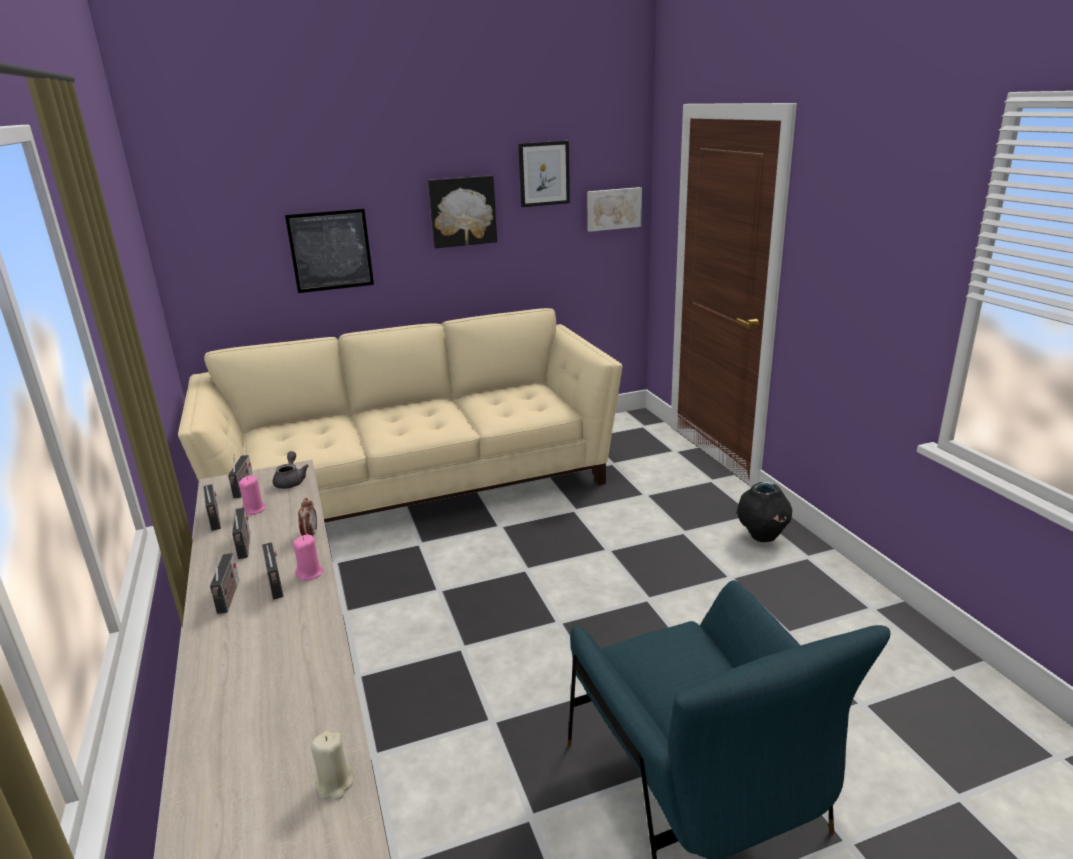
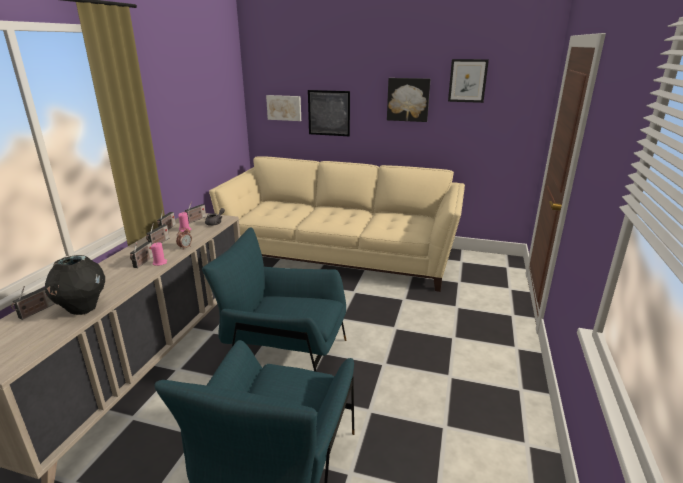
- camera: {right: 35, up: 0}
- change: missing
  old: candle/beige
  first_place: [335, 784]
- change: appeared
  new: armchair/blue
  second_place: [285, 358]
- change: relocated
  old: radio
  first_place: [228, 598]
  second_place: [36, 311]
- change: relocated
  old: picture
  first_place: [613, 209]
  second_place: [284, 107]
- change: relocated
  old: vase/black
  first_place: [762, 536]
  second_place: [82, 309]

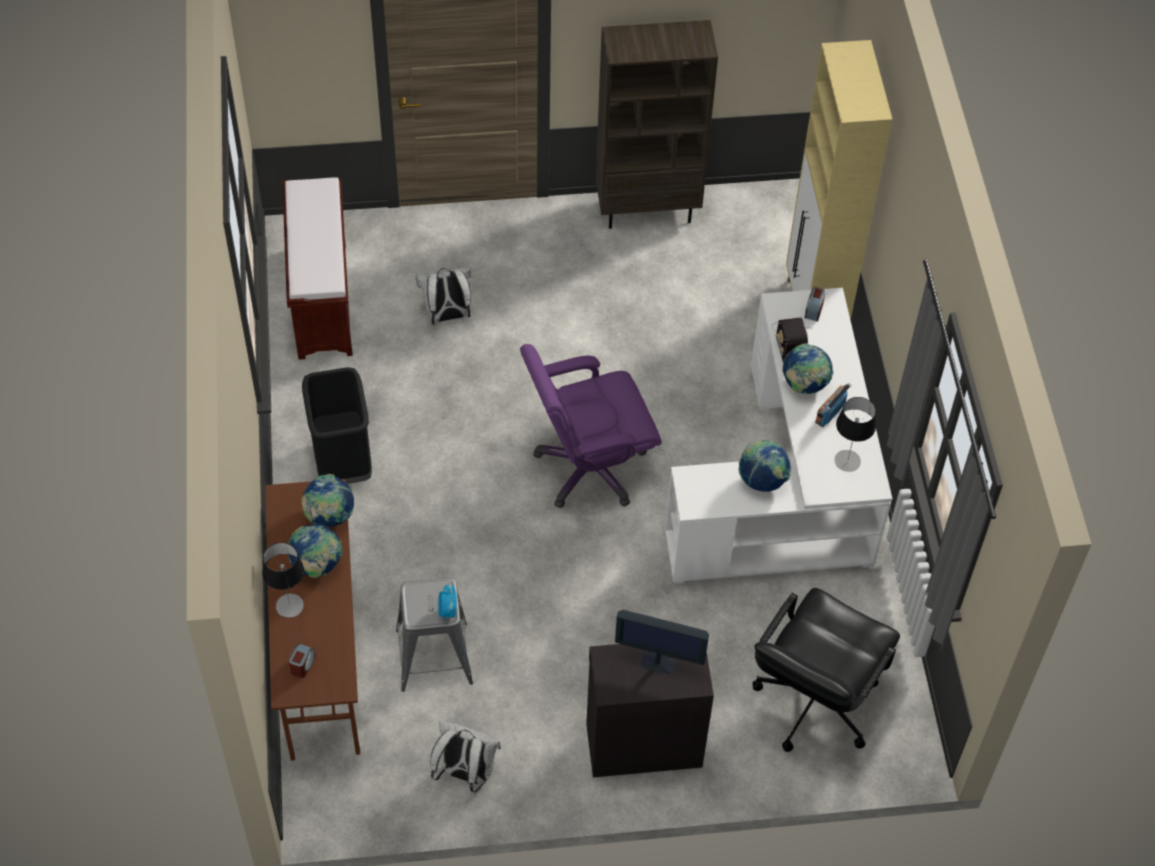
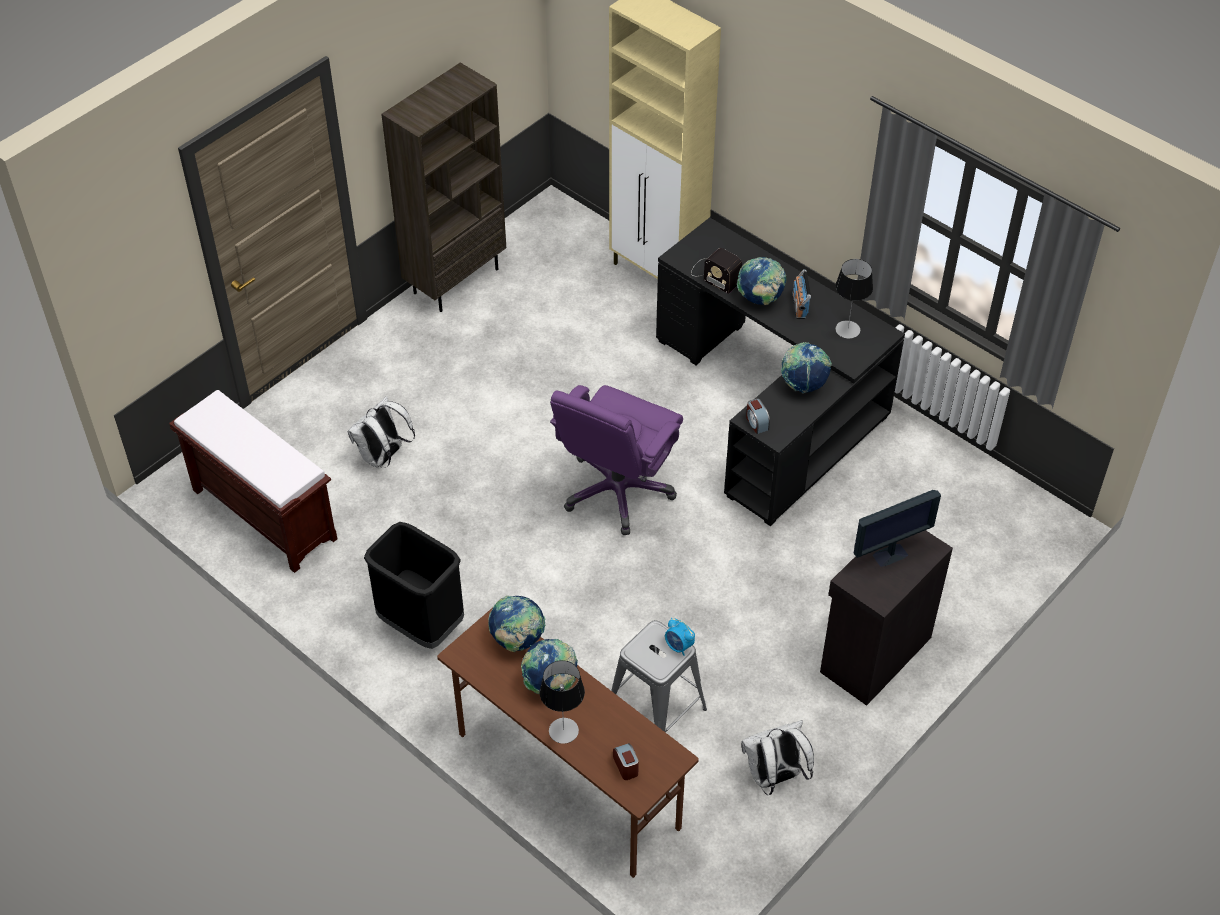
- camera: {right: -40, up: -5}
- change: missing
  old: office chair/black
  first_place: [814, 703]
- change: relocated
  old: alarm clock
  first_place: [813, 310]
  second_place: [756, 423]
- change: colour
  old: desk/white
  new: desk/black
  first_place: [788, 489]
  second_place: [774, 405]

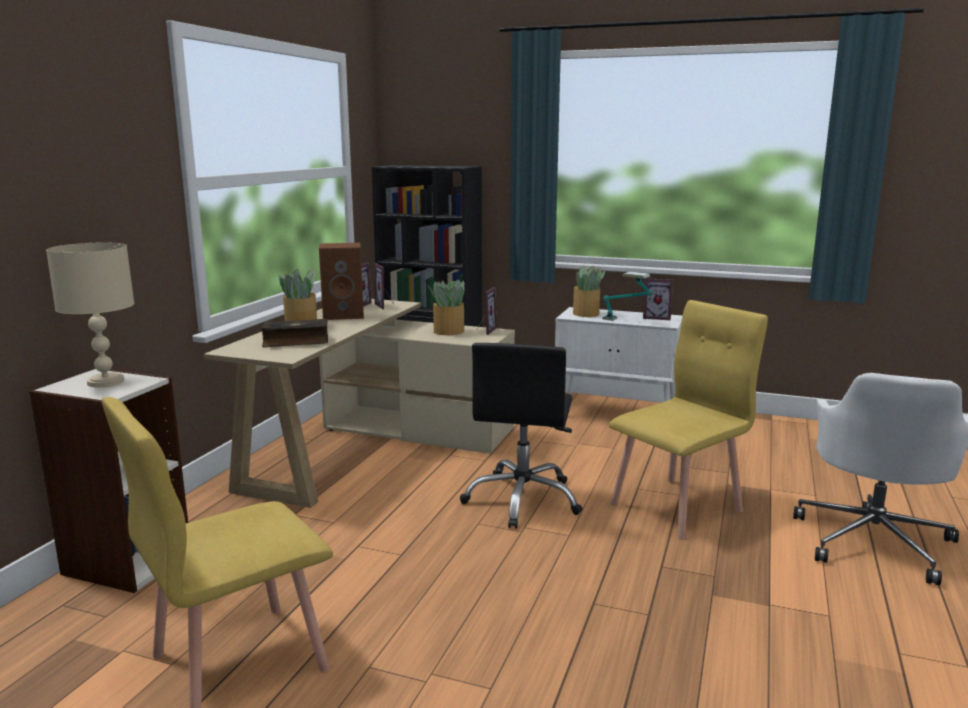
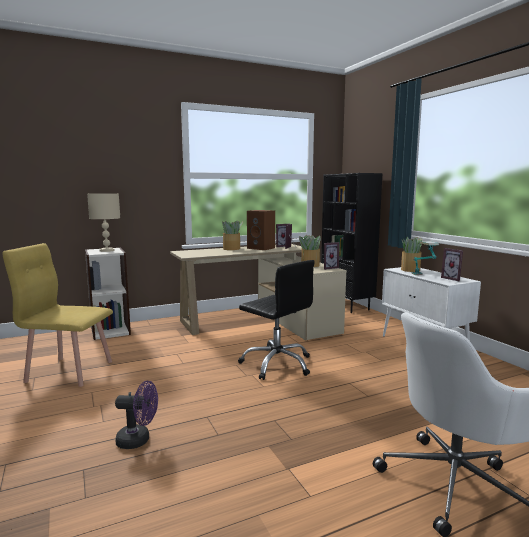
- camera: {right: 45, up: -5}
- change: missing
  old: book
  first_place: [295, 341]
- change: missing
  old: chair/yellow
  first_place: [677, 507]
- change: appeared
  new: fan/purple
  second_place: [138, 440]
- change: spun
  old: office chair/black
  first_place: [523, 499]
  second_place: [277, 364]
  degrees: -105

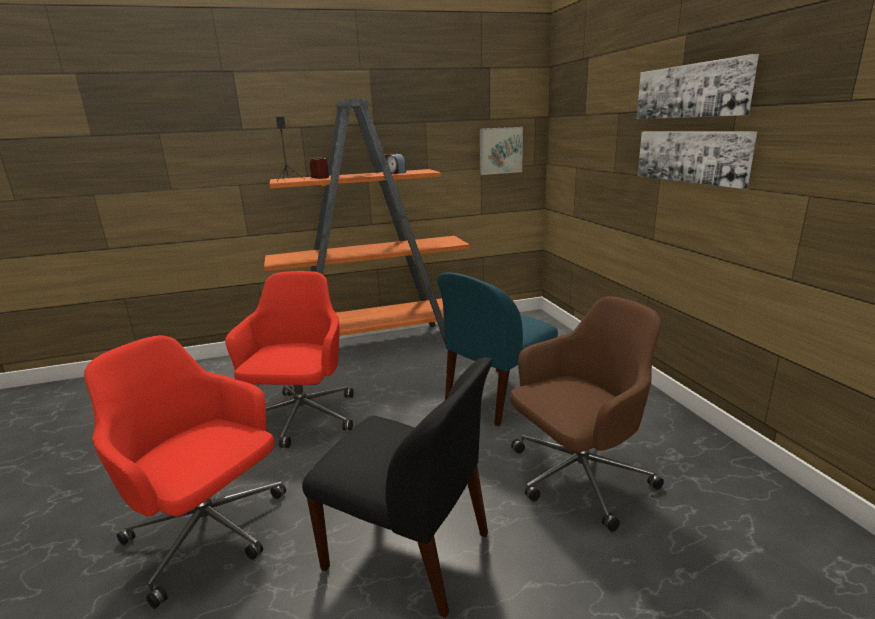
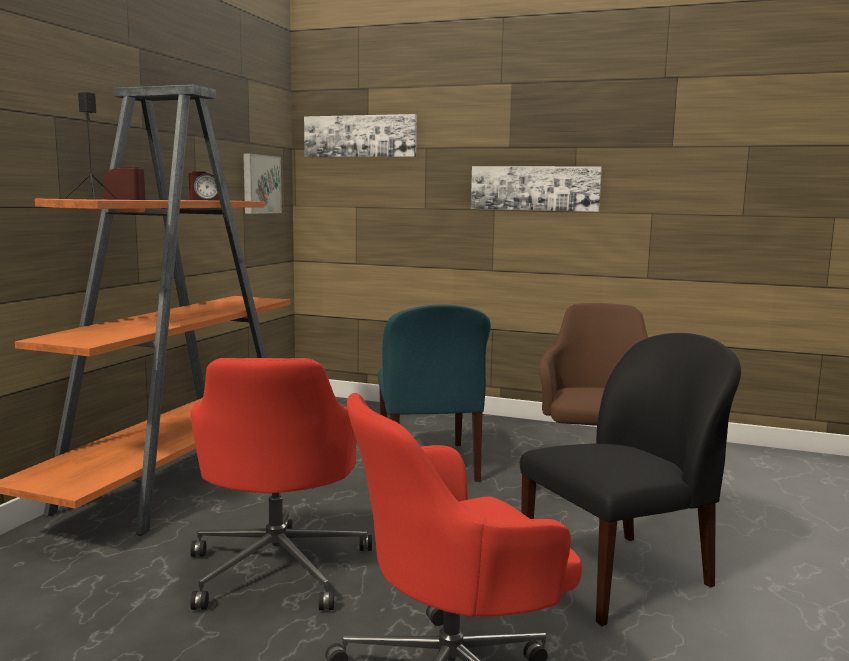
- camera: {right: -55, up: -10}
- change: relocated
  old: picture
  first_place: [691, 91]
  second_place: [360, 136]
- change: spun
  old: office chair/red
  first_place: [301, 419]
  second_place: [279, 567]
  degrees: -135

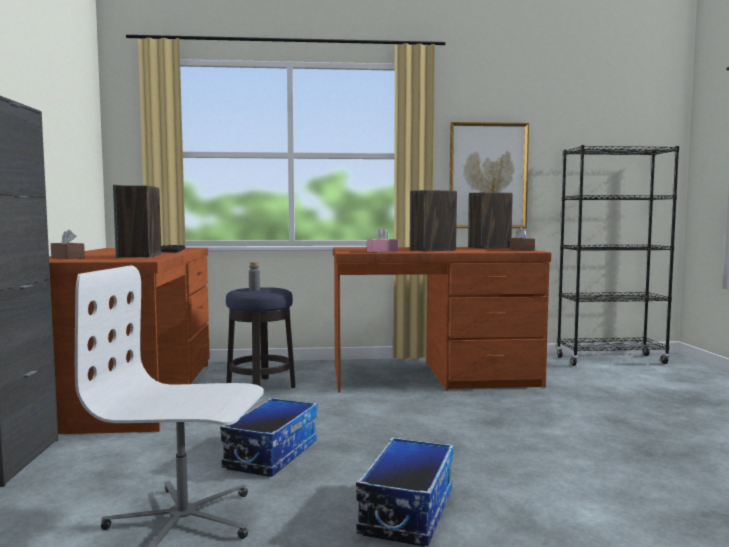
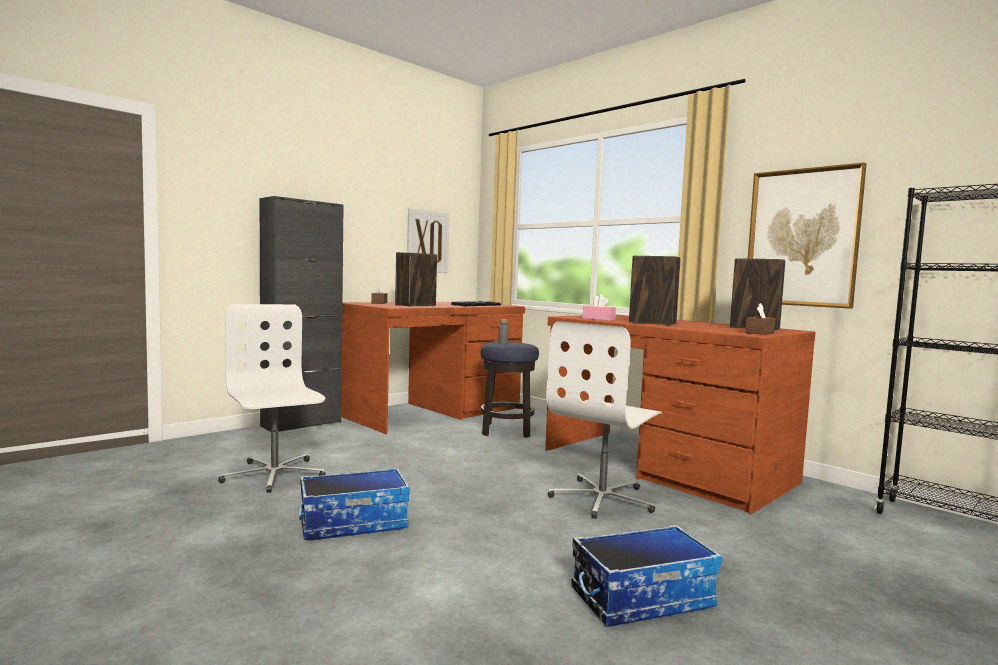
- camera: {right: 50, up: 0}
- change: appeared
  new: picture
  second_place: [428, 241]
- change: appeared
  new: office chair/white
  second_place: [603, 499]
- change: relocated
  old: storage box
  first_place: [271, 454]
  second_place: [642, 598]

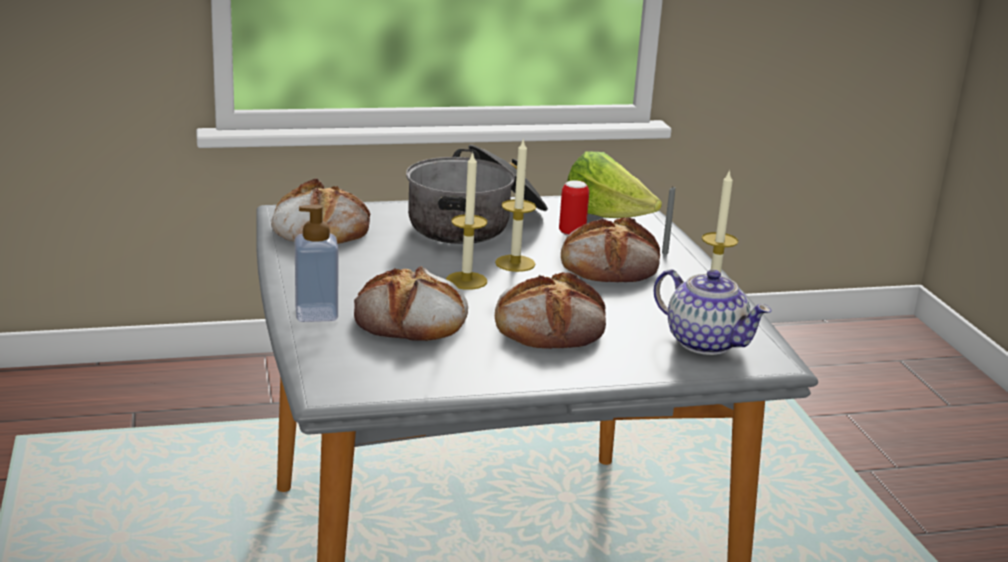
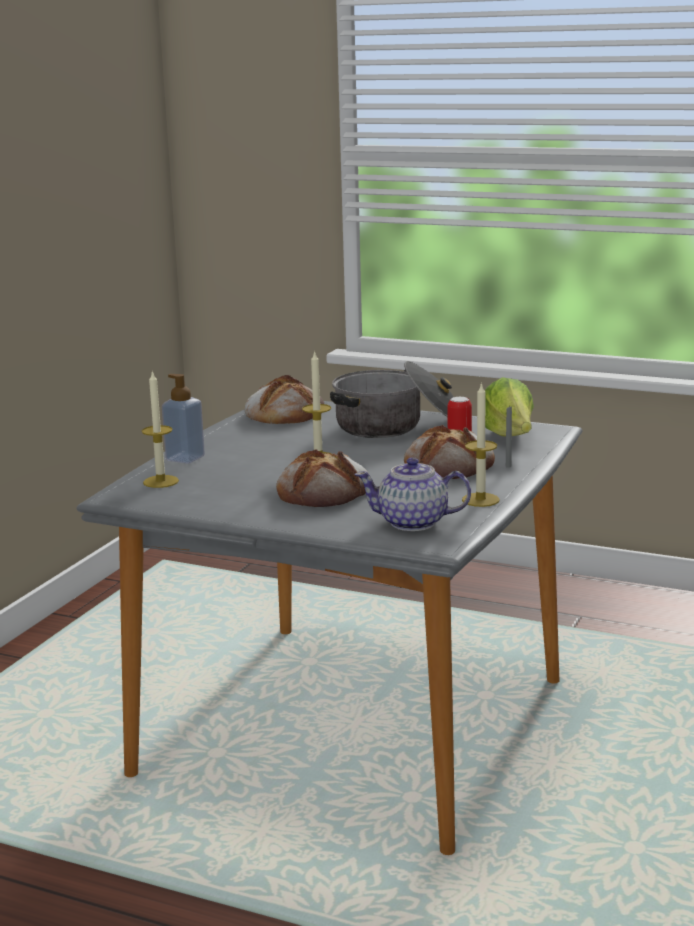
- camera: {right: 40, up: -5}
- change: missing
  old: bread
  first_place: [412, 318]
- change: relocated
  old: candle
  first_place: [515, 263]
  second_place: [161, 481]
- change: spun
  old: teapot
  first_place: [704, 342]
  second_place: [413, 523]
  degrees: 105

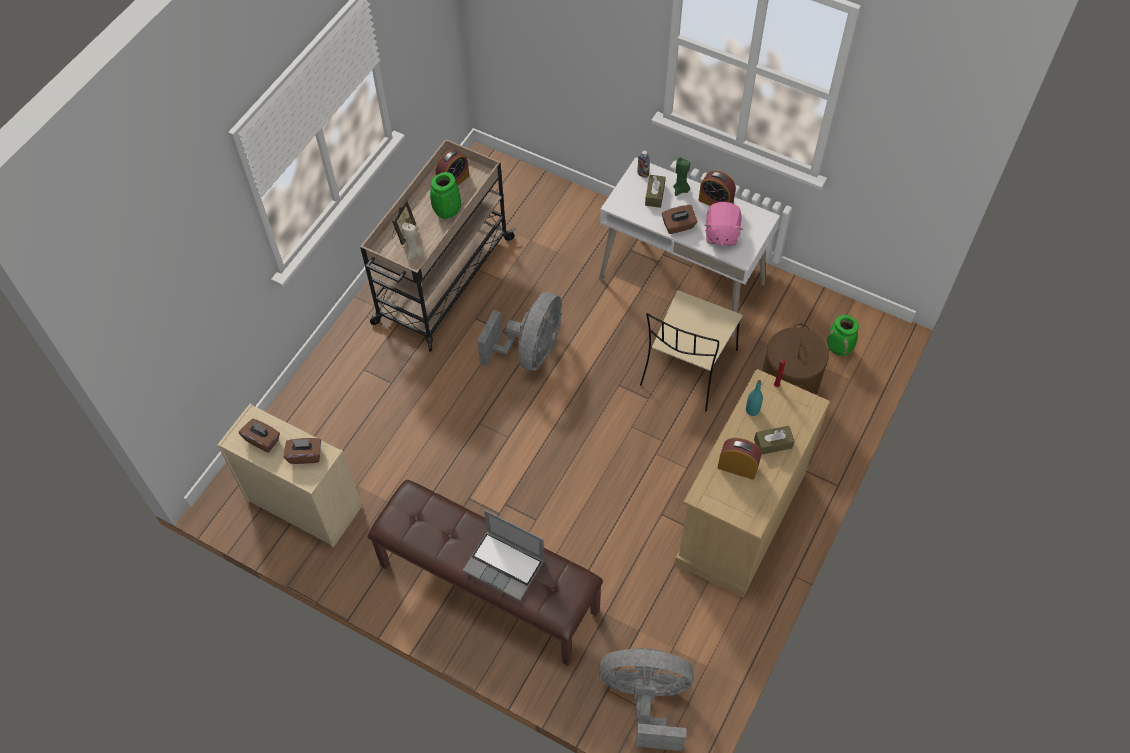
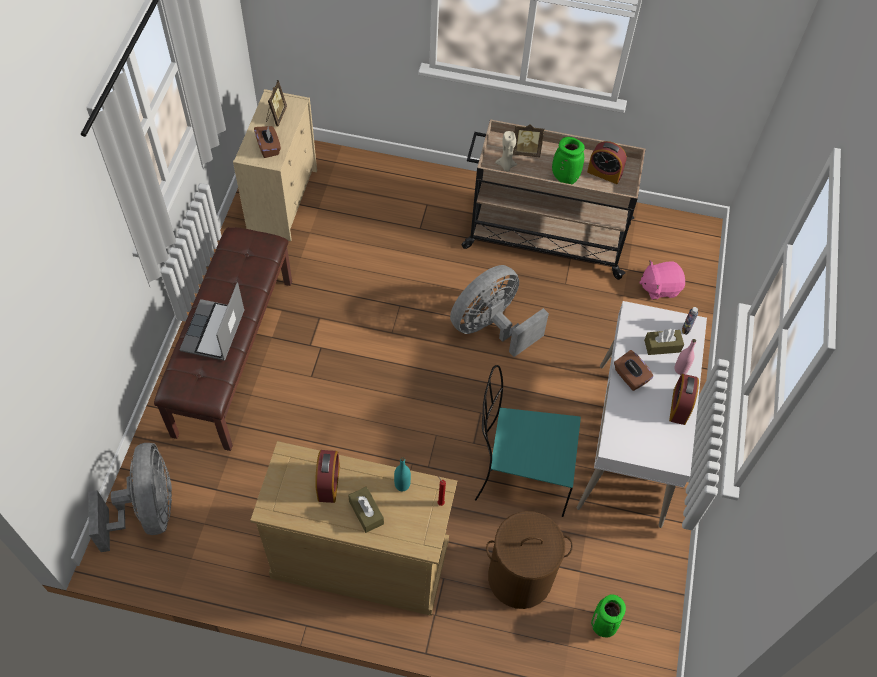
- camera: {right: 70, up: 0}
- change: relocated
  old: plush toy/pink
  first_place: [721, 234]
  second_place: [659, 287]
- change: exchanged
  old: tissue box/brown
  new: picture frame
  first_place: [262, 440]
  second_place: [276, 116]
- change: exchanged
  old: candle/green
  new: bottle/pink
  first_place: [681, 190]
  second_place: [680, 369]
- change: colour
  old: chair/beige
  new: chair/turquoise
  first_place: [687, 370]
  second_place: [520, 472]
- change: spun
  old: fan/grey
  first_place: [530, 352]
  second_place: [491, 327]
  degrees: 135

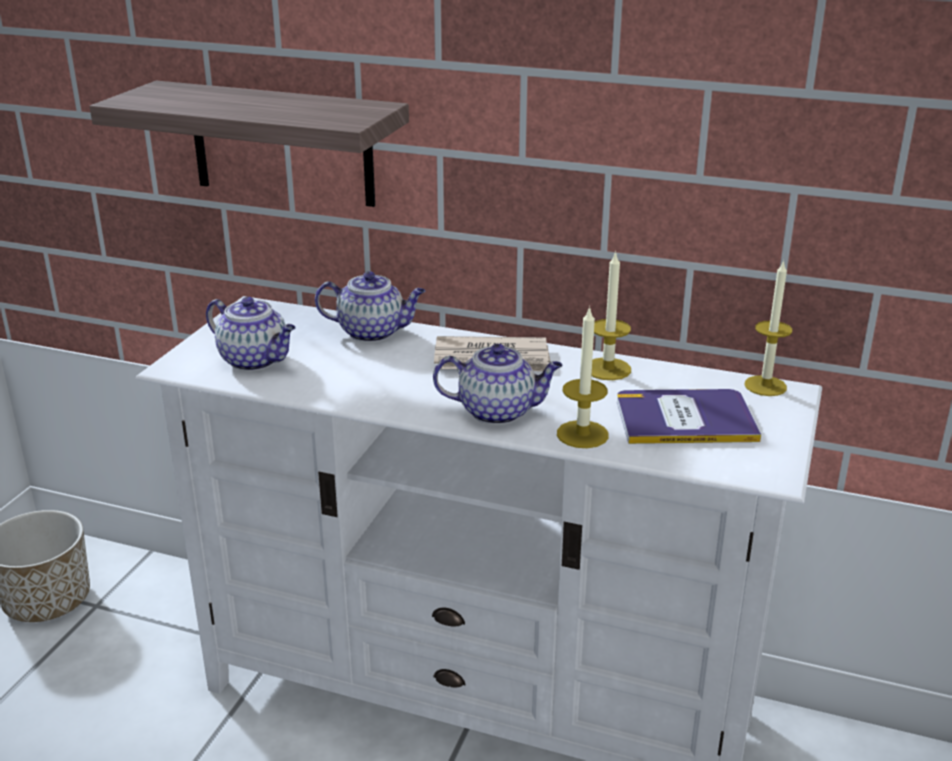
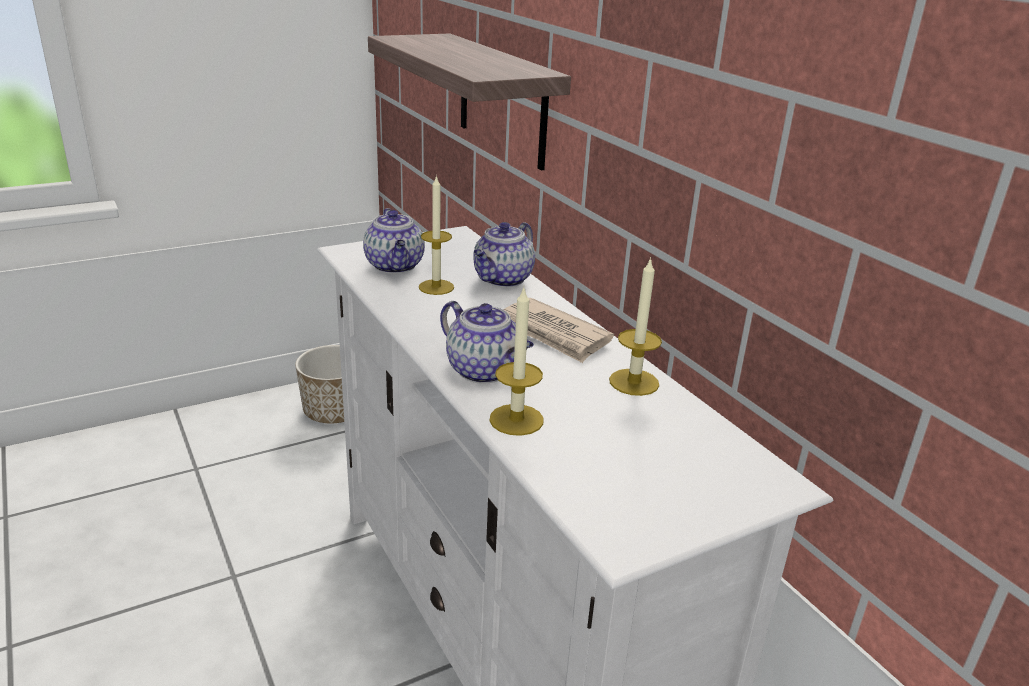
- camera: {right: 40, up: 0}
- change: missing
  old: book
  first_place: [685, 419]
- change: relocated
  old: candle
  first_place: [765, 386]
  second_place: [436, 287]
- change: spun
  old: teapot
  first_place: [373, 332]
  second_place: [503, 280]
  degrees: 75

